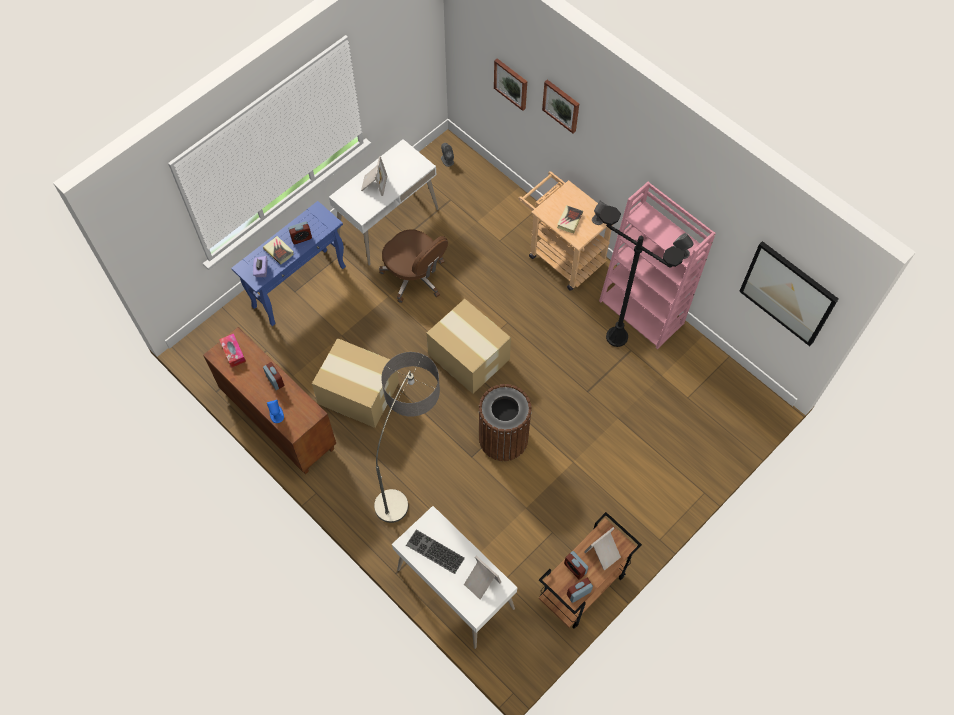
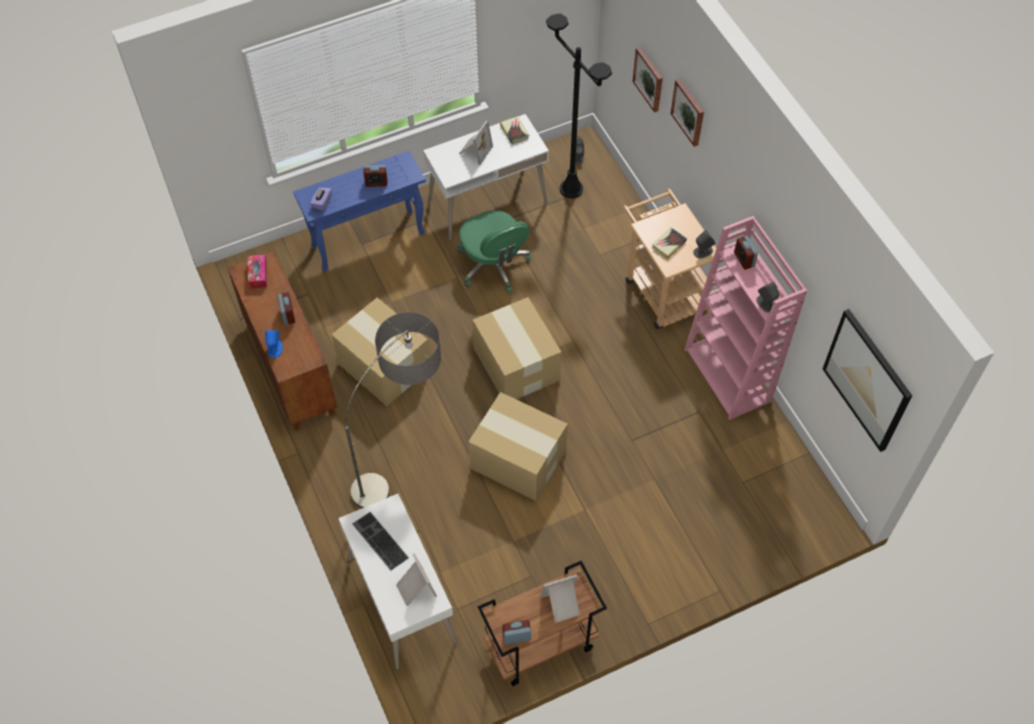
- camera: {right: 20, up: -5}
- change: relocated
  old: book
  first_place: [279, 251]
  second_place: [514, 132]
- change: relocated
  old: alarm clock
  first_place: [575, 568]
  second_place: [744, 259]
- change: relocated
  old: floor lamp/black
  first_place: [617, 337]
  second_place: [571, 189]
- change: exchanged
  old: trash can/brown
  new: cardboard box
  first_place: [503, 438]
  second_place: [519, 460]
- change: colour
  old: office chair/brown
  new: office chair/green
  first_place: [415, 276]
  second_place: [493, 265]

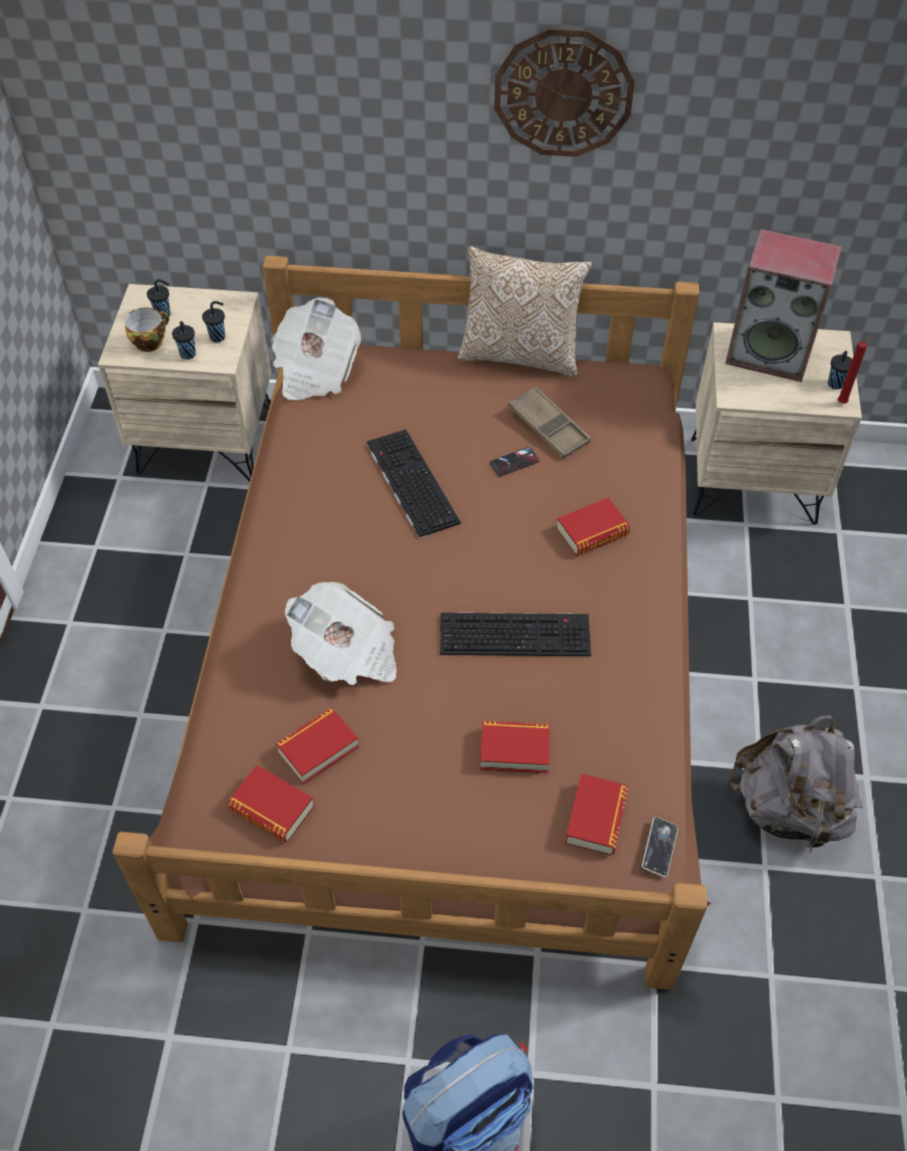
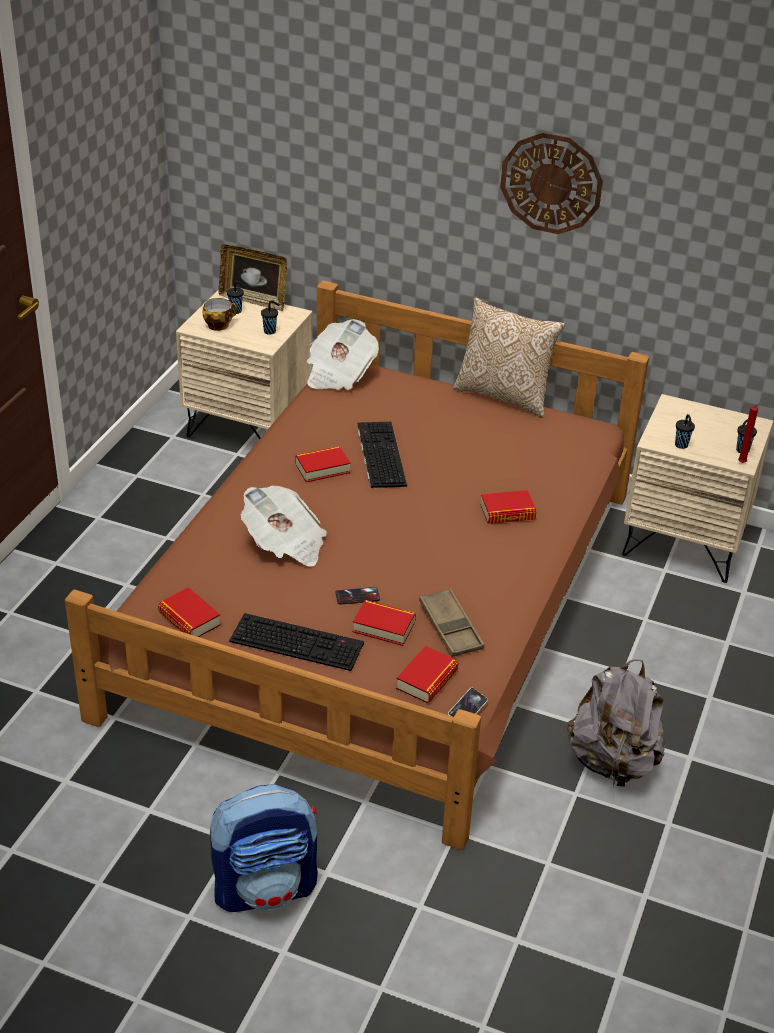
- camera: {right: 15, up: -15}
- change: missing
  old: speaker
  first_place: [770, 353]
- change: appeared
  new: picture frame
  second_place: [254, 300]
- change: relocated
  old: cup/black
  first_place: [188, 355]
  second_place: [681, 446]
- change: relocated
  old: book
  first_place: [318, 749]
  second_place: [322, 468]
- change: relocated
  old: keyboard
  first_place: [516, 633]
  second_place: [298, 642]
- change: relocated
  old: phone
  first_place: [514, 462]
  second_place: [357, 596]
- change: relocated
  old: tray/brown
  first_place: [548, 427]
  second_place: [450, 627]

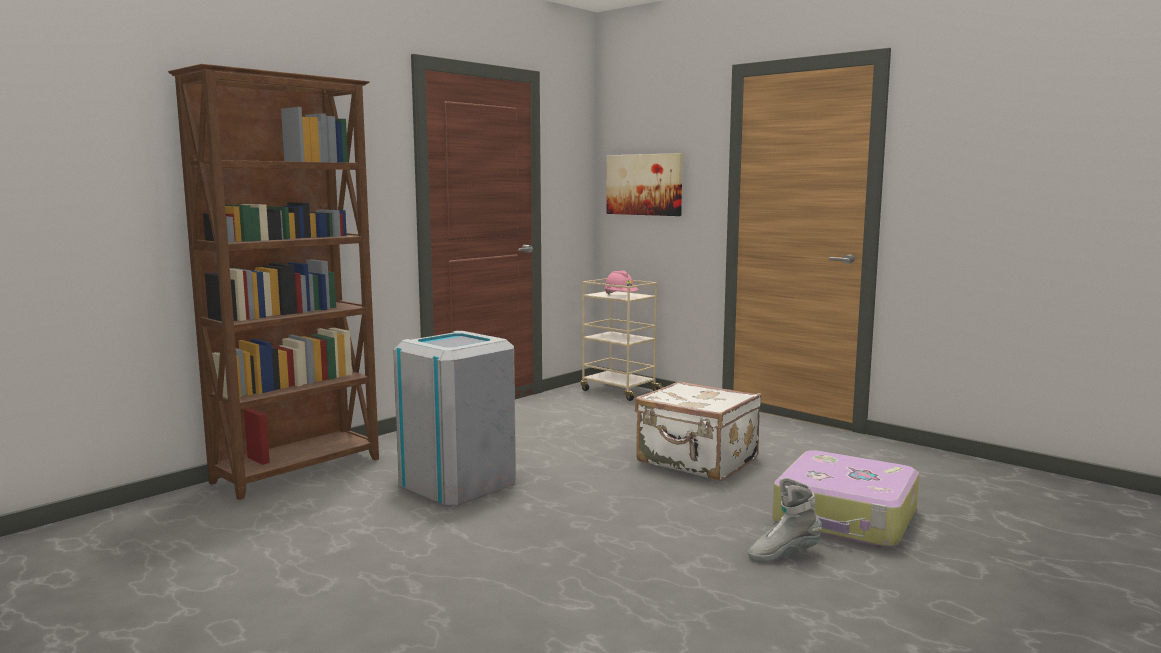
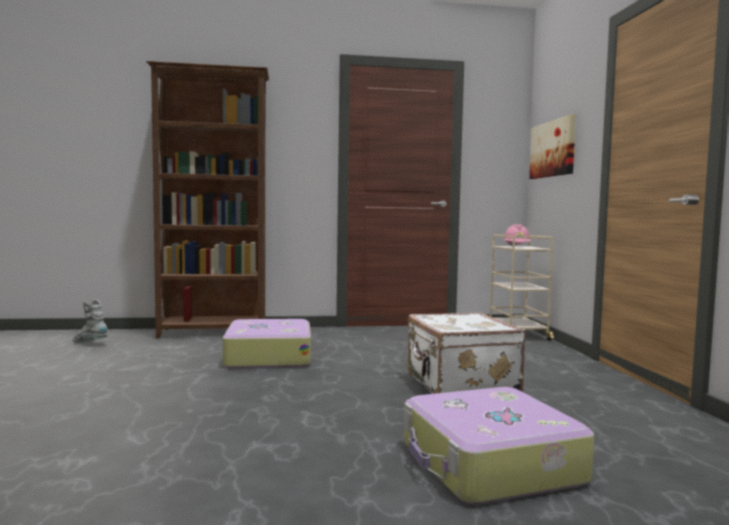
- camera: {right: 40, up: -5}
- change: relocated
  old: boot/grey
  first_place: [783, 554]
  second_place: [90, 343]
- change: exchanged
  old: trash can/grey
  new: suitcase
  first_place: [457, 482]
  second_place: [268, 357]

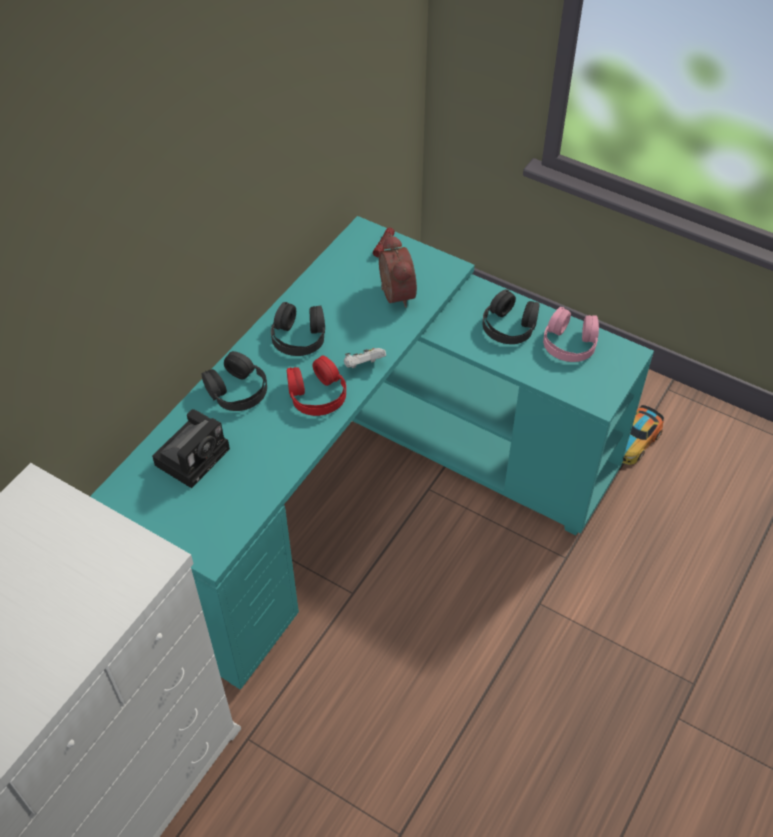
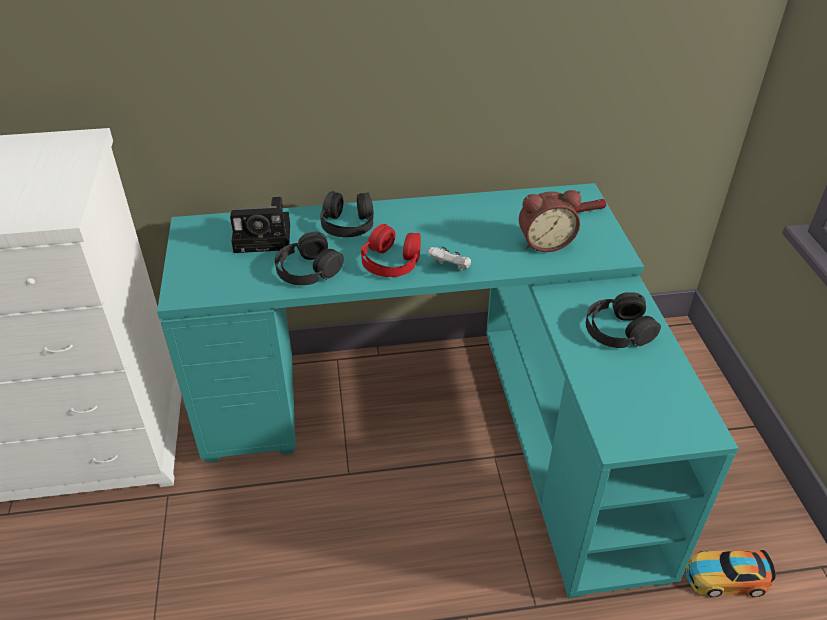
- camera: {right: 50, up: -10}
- change: missing
  old: headphones/pink
  first_place: [570, 343]
- change: relocated
  old: headphones/black
  first_place: [299, 336]
  second_place: [308, 269]
- change: spun
  old: alarm clock
  first_place: [393, 294]
  second_place: [544, 242]
  degrees: 45

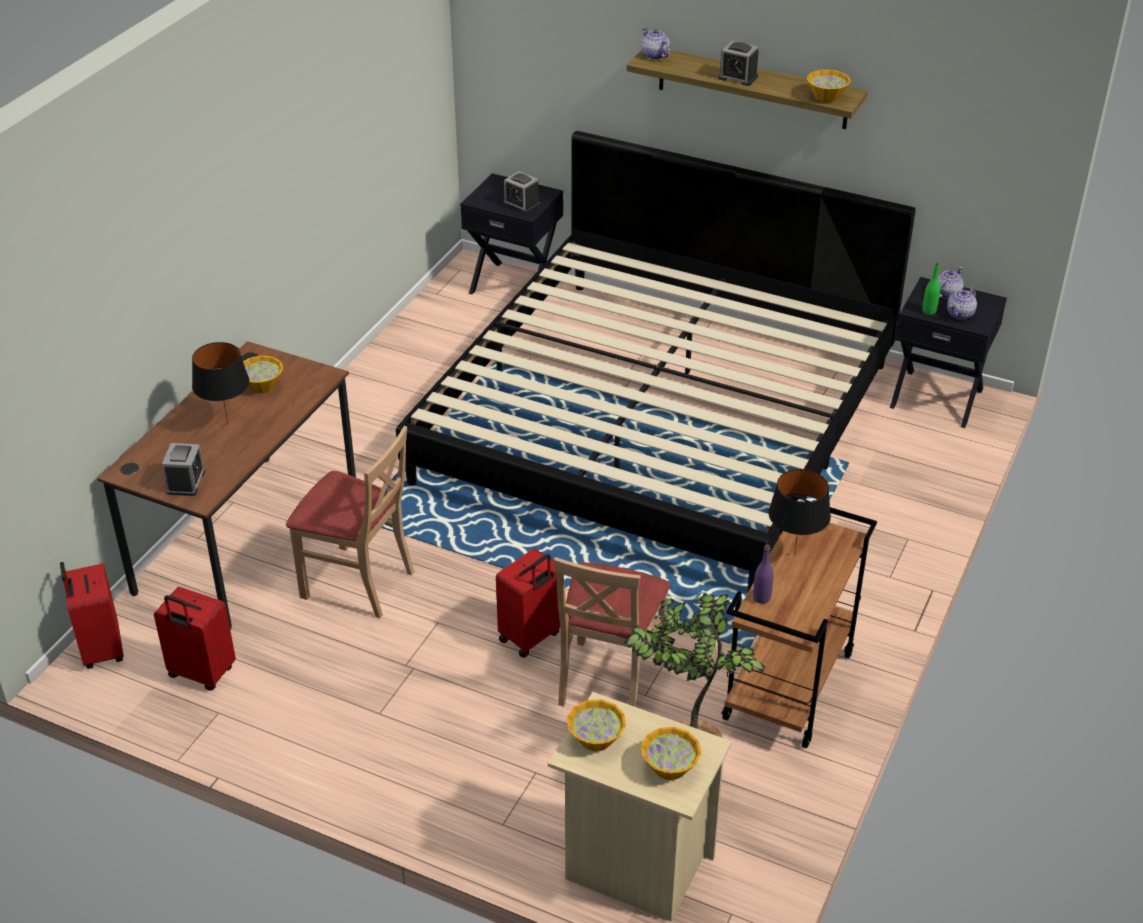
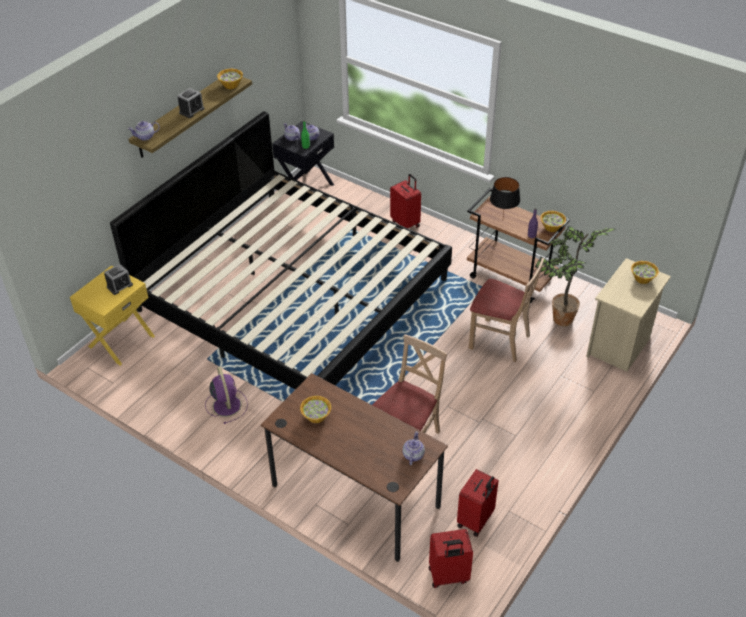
- camera: {right: -80, up: 5}
- change: missing
  old: table lamp/black
  first_place: [228, 424]
- change: appeared
  new: fan/purple
  second_place: [226, 404]
- change: relocated
  old: suitcase/red
  first_place: [531, 637]
  second_place: [406, 223]
- change: relocated
  old: bowl
  first_place: [596, 739]
  second_place: [551, 227]
- change: exchanged
  old: alarm clock
  new: teapot
  first_place: [186, 482]
  second_place: [413, 455]
- change: colour
  old: nightstand/black
  new: nightstand/yellow
  first_place: [515, 285]
  second_place: [121, 341]

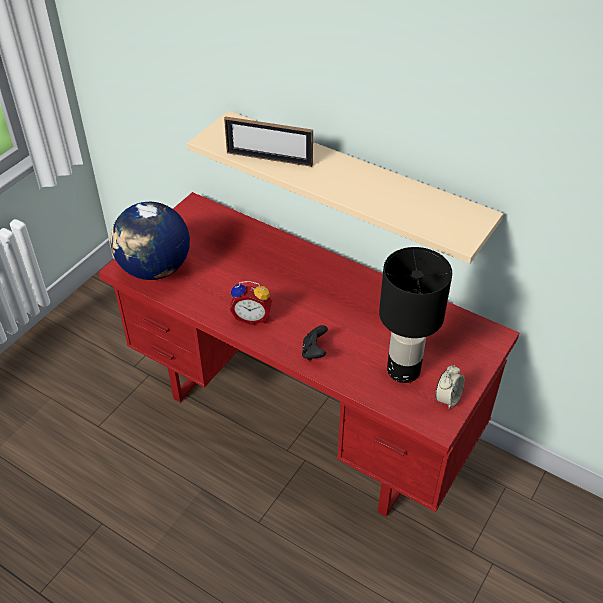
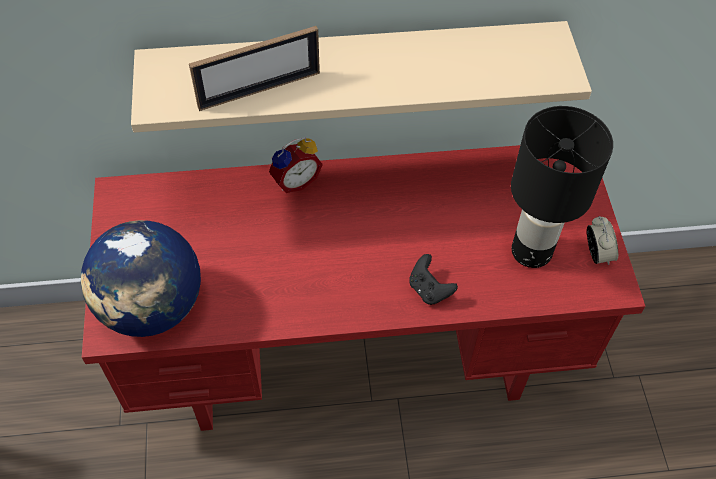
- camera: {right: -40, up: 10}
- change: relocated
  old: alarm clock
  first_place: [252, 316]
  second_place: [295, 180]

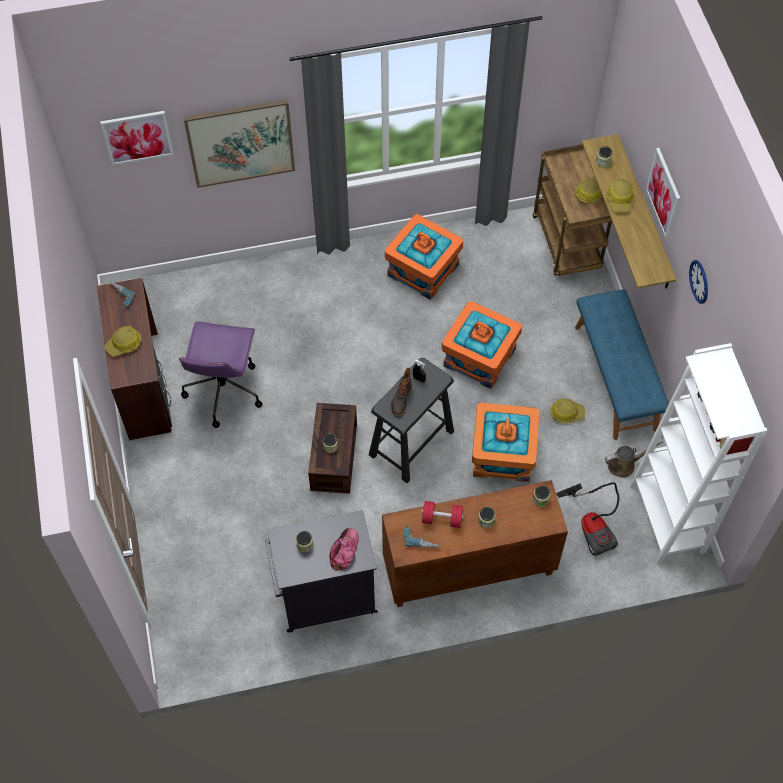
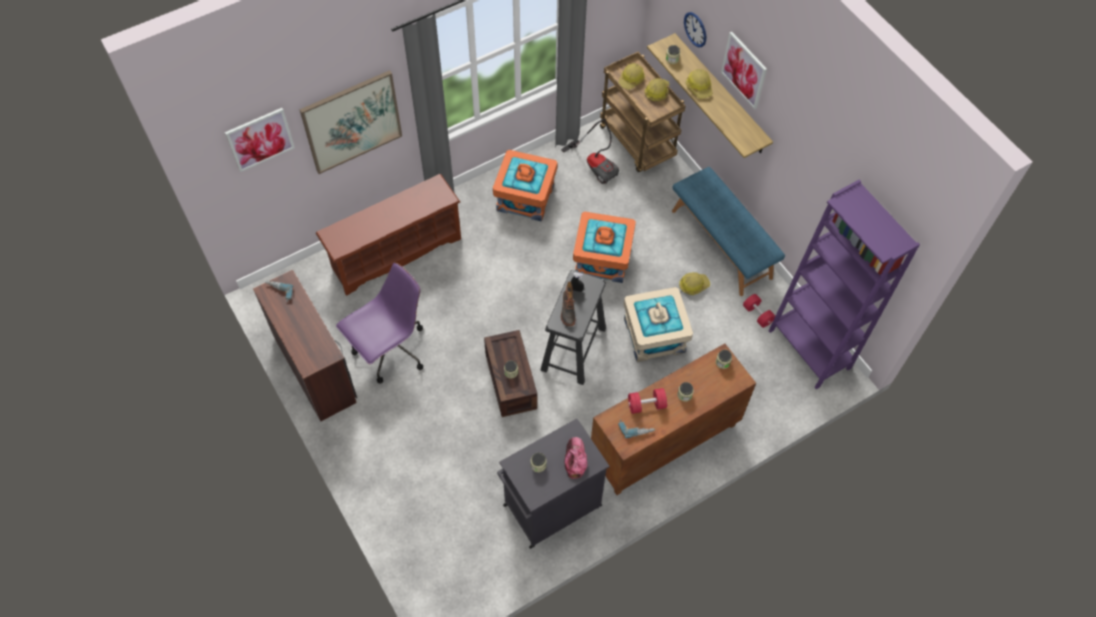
- camera: {right: -20, up: 0}
- change: appeared
  new: shoe rack/brown
  second_place: [396, 252]
- change: relocated
  old: hard hat
  first_place: [124, 344]
  second_place: [631, 80]
- change: relocated
  old: vacuum cleaner
  first_place: [592, 526]
  second_place: [596, 165]
- change: relocated
  old: wall clock
  first_place: [699, 281]
  second_place: [695, 29]
- change: exchanged
  old: watering can/brown
  new: dumbbell/red
  first_place: [624, 465]
  second_place: [757, 315]
- change: colour
  old: storage box/orange
  new: storage box/beige
  first_place: [503, 454]
  second_place: [655, 335]
- change: colour
  old: bookcase/white
  new: bookcase/purple
  first_place: [667, 518]
  second_place: [809, 349]
- change: spun
  old: office chair/purple
  first_place: [223, 390]
  second_place: [390, 351]
  degrees: -120

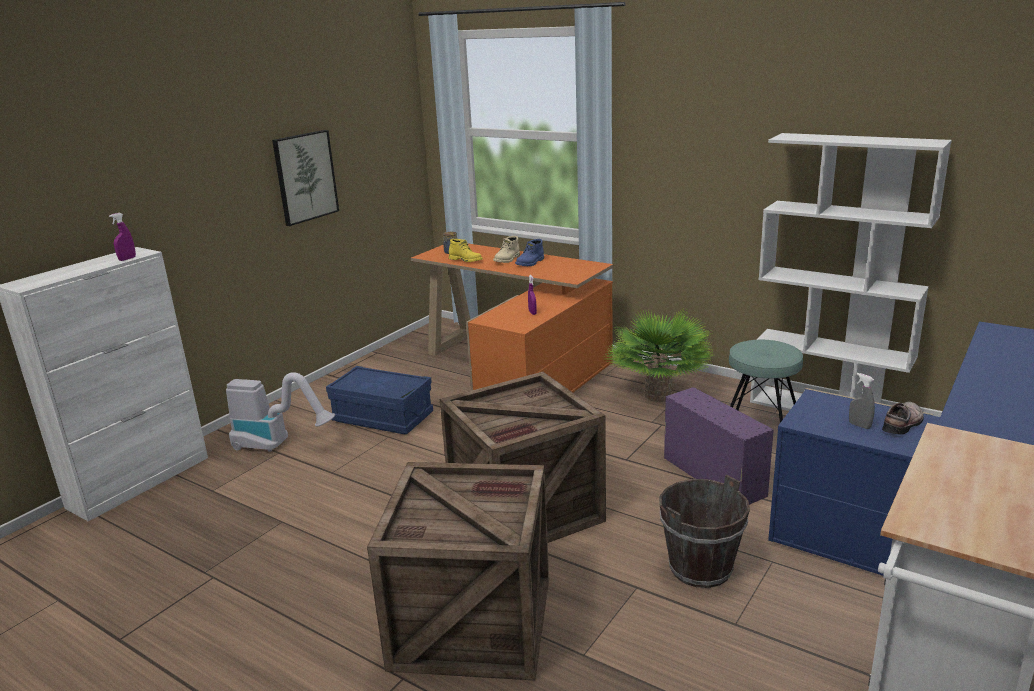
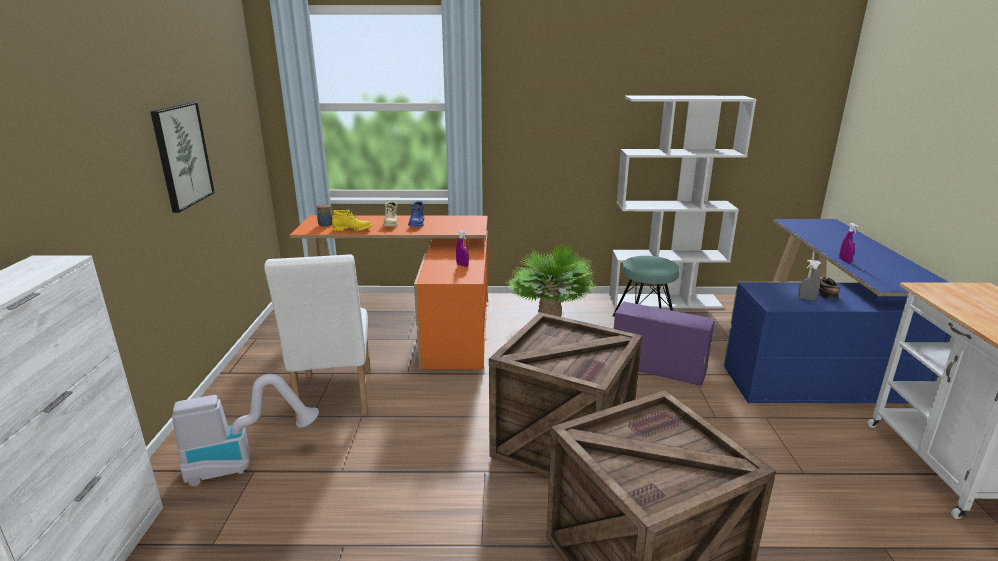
- camera: {right: -35, up: 0}
- change: missing
  old: bucket/brown
  first_place: [700, 569]
- change: relocated
  old: spray bottle/purple
  first_place: [127, 259]
  second_place: [844, 260]
- change: exchanged
  old: storage box/blue
  new: chair/white
  first_place: [383, 417]
  second_place: [334, 399]

